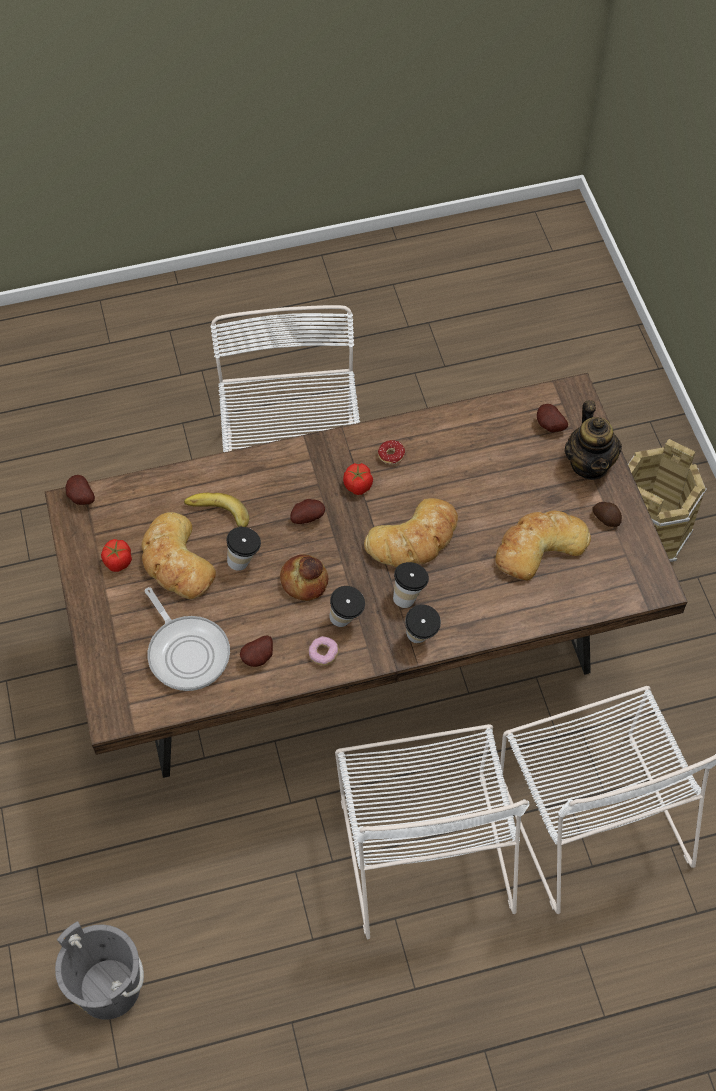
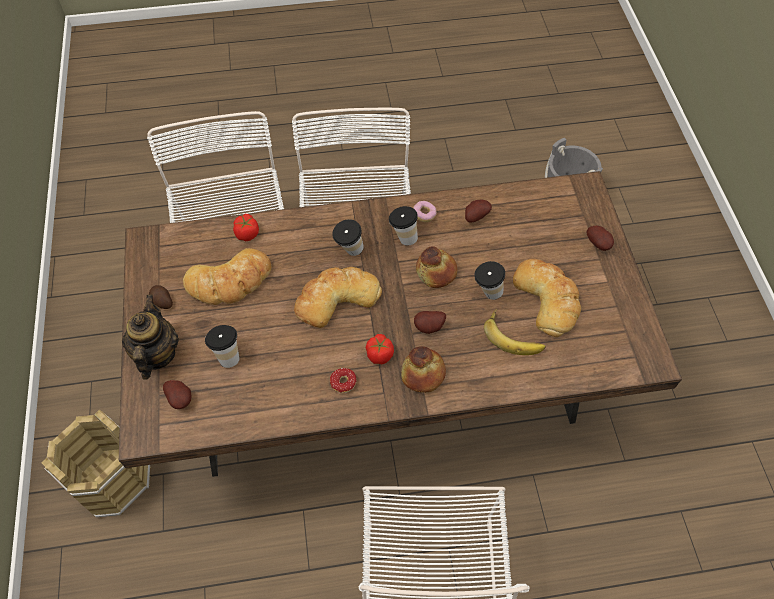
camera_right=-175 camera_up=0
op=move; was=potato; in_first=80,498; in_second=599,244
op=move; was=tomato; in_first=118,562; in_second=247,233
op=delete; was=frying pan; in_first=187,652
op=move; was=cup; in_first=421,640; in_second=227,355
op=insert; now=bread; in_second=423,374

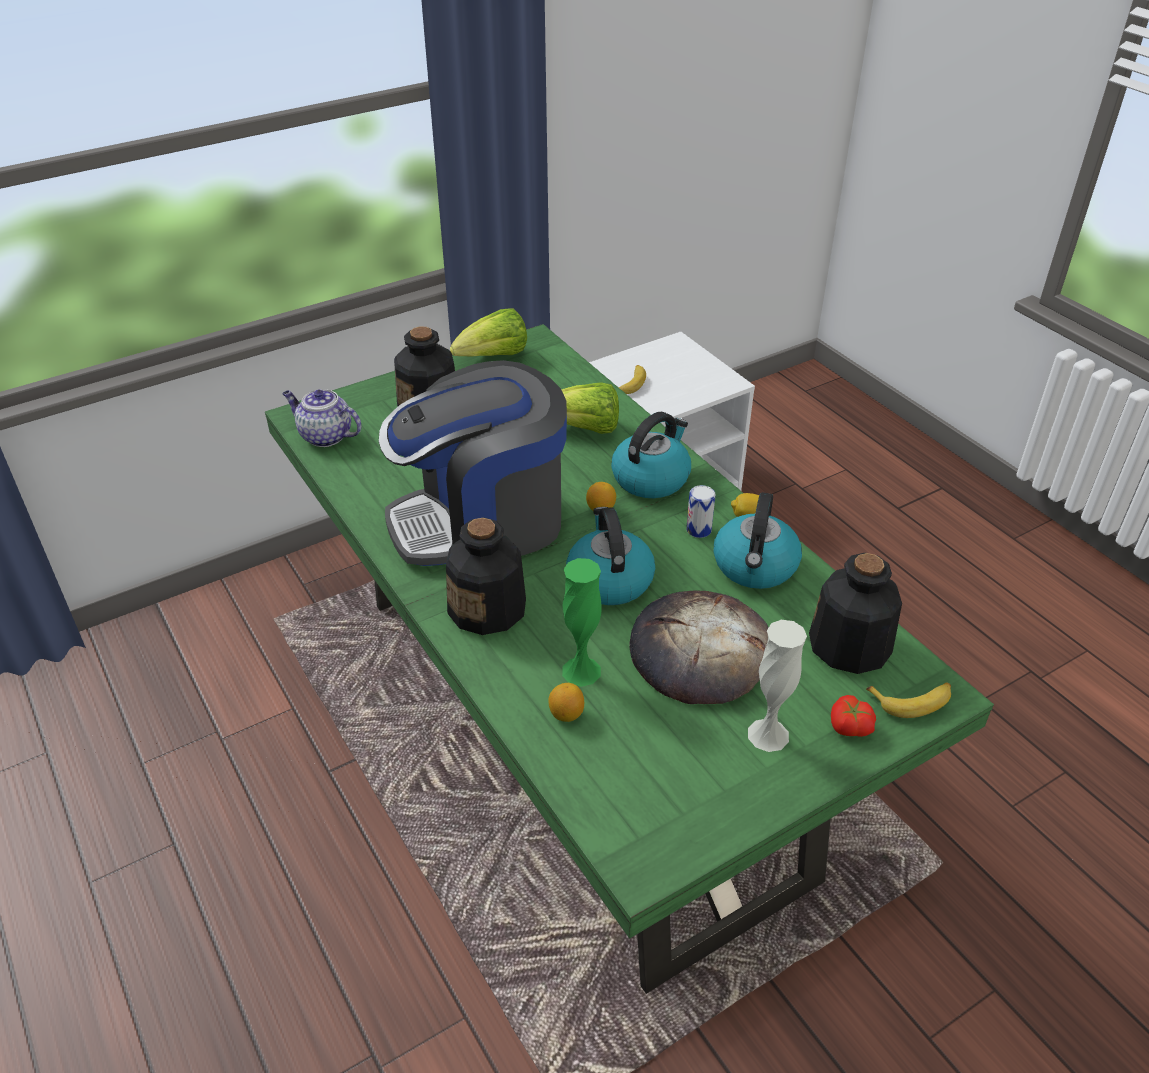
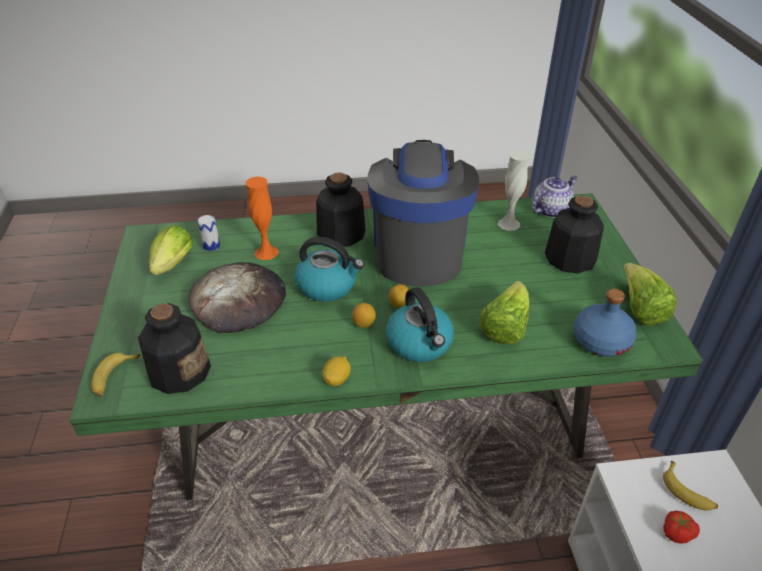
camera_right=115 camera_up=0
op=move; was=can; in_first=698,529; in_second=211,246
op=delete; was=kettle; in_first=755,567
op=recolor; was=green vase; now=orange vase; in_first=581,671; in_second=266,252
op=move; was=white vase; in_first=768,735; in_second=509,224
op=move; was=lemon; in_first=566,714; in_second=364,324
op=move; was=tomato; in_first=849,727; in_second=676,532
op=insert; now=lettuce; in_second=171,267
op=insert; now=blue bottle; in_second=600,340

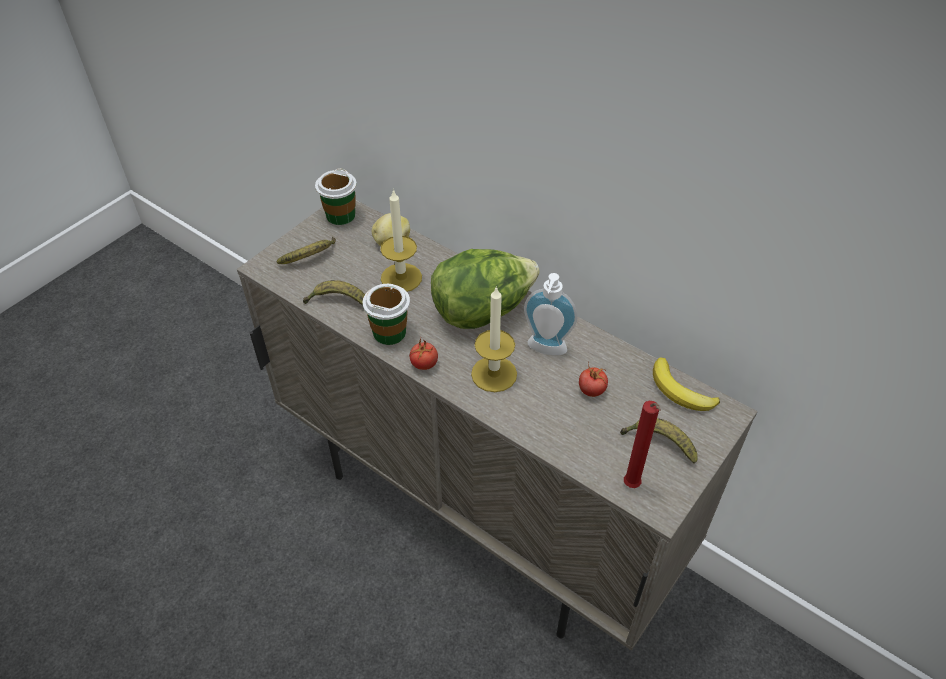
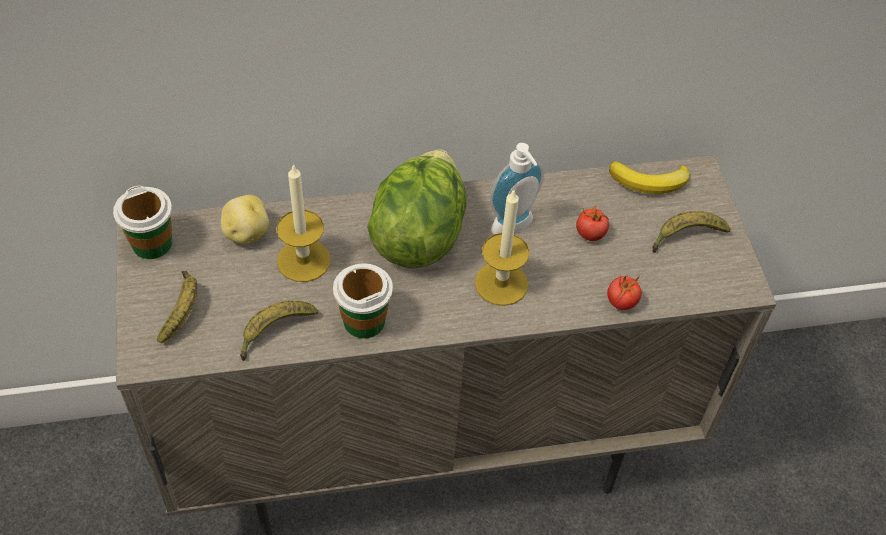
camera_right=-50 camera_up=5
op=move; was=tomato; in_first=424,364; in_second=621,302
op=delete; was=red candle; in_first=632,487

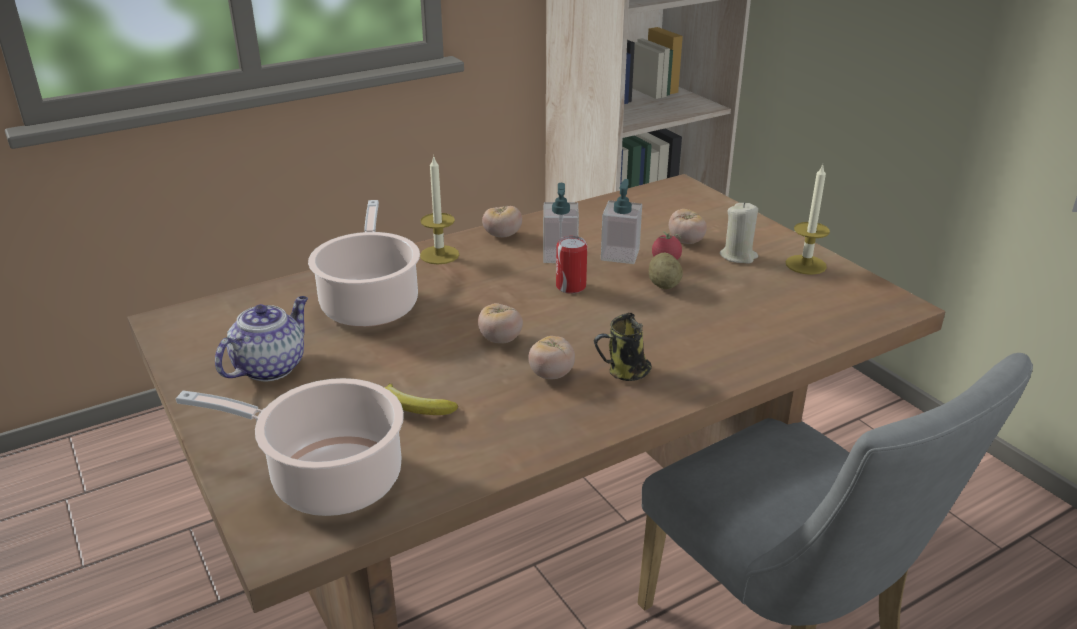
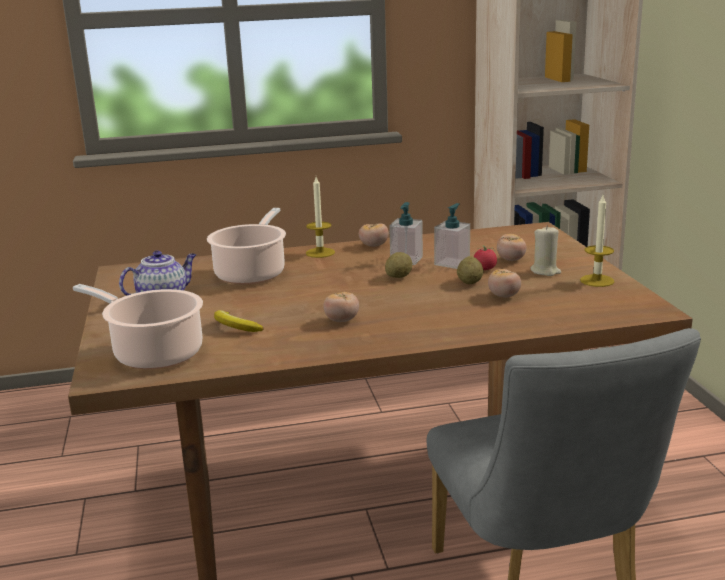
camera_right=20 camera_up=-10
op=replace; was=can; now=potato; in_first=571,286; in_second=398,277
op=move; was=tomato; in_first=500,339; in_second=504,296
op=delete; was=mug; in_first=625,373

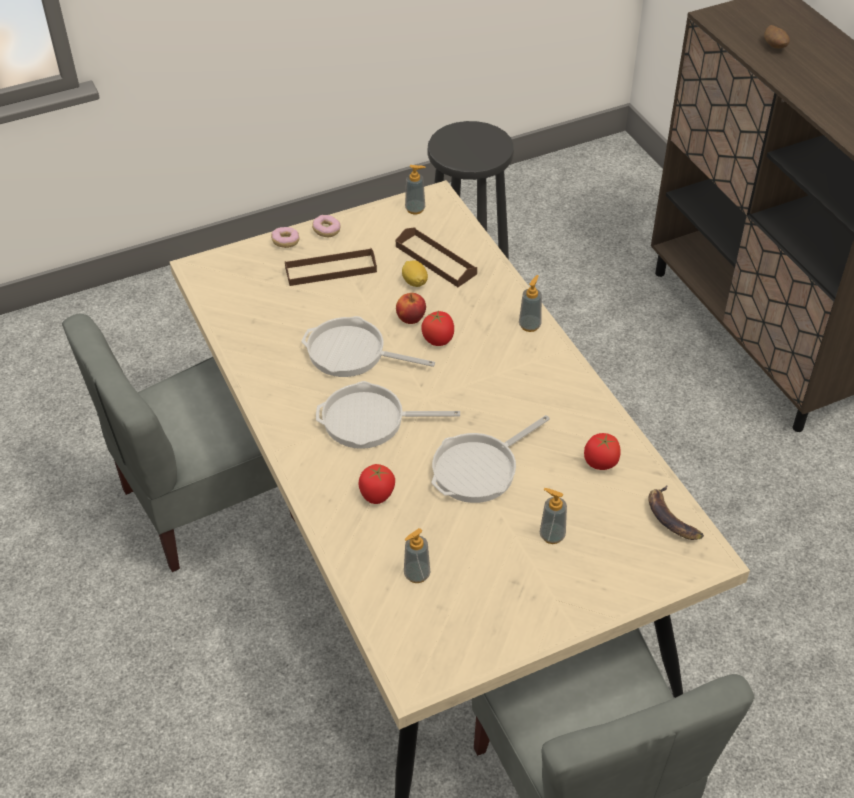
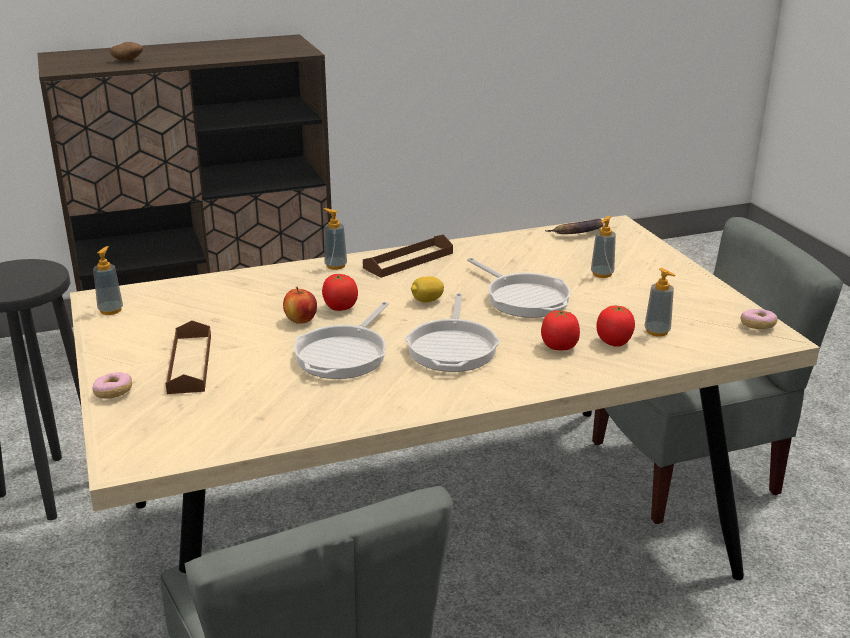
camera_right=-85 camera_up=-20
op=move; was=donut; in_first=326,231; in_second=757,326
op=move; was=brown tray; in_first=435,260; in_second=408,260
op=move; was=lemon; in_first=414,282; in_second=427,301
op=move; was=tomato; in_first=600,463; in_second=614,342

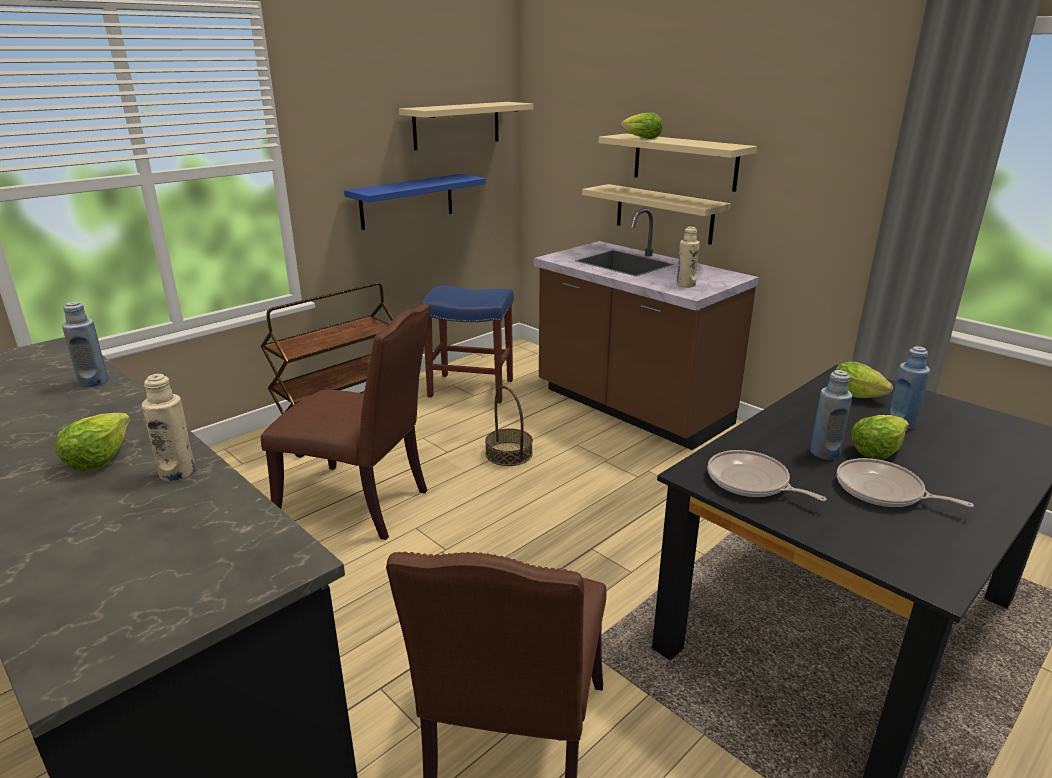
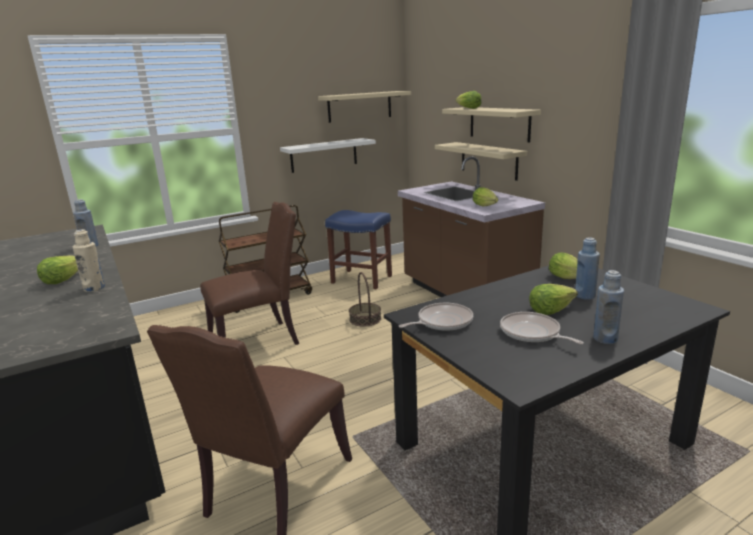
camera_right=15 camera_up=-5
op=recolor; was=blue shelf; now=white shelf; in_first=407,201; in_second=324,155
op=replace; was=beige bottle; now=lettuce; in_first=685,285; in_second=486,206
op=rotate; was=brown chair; in_first=360,504; in_second=258,341; clockwise=-60
op=move; was=blue bottle; in_first=824,452; in_second=605,338
op=rotate; was=frying pan; in_first=751,482; in_second=442,322; clockwise=90

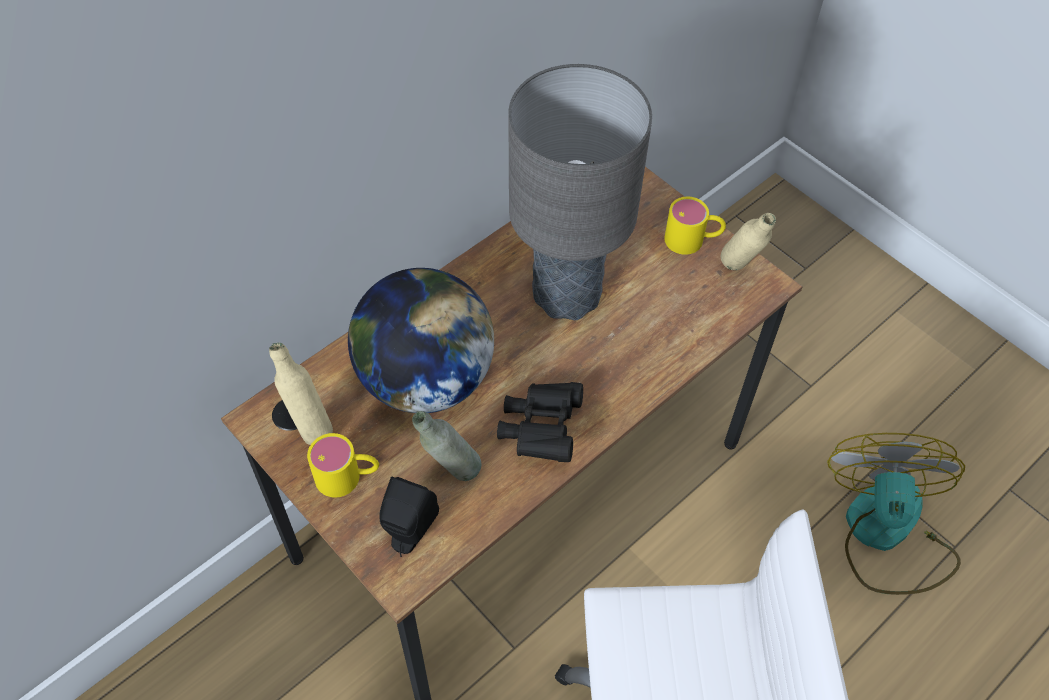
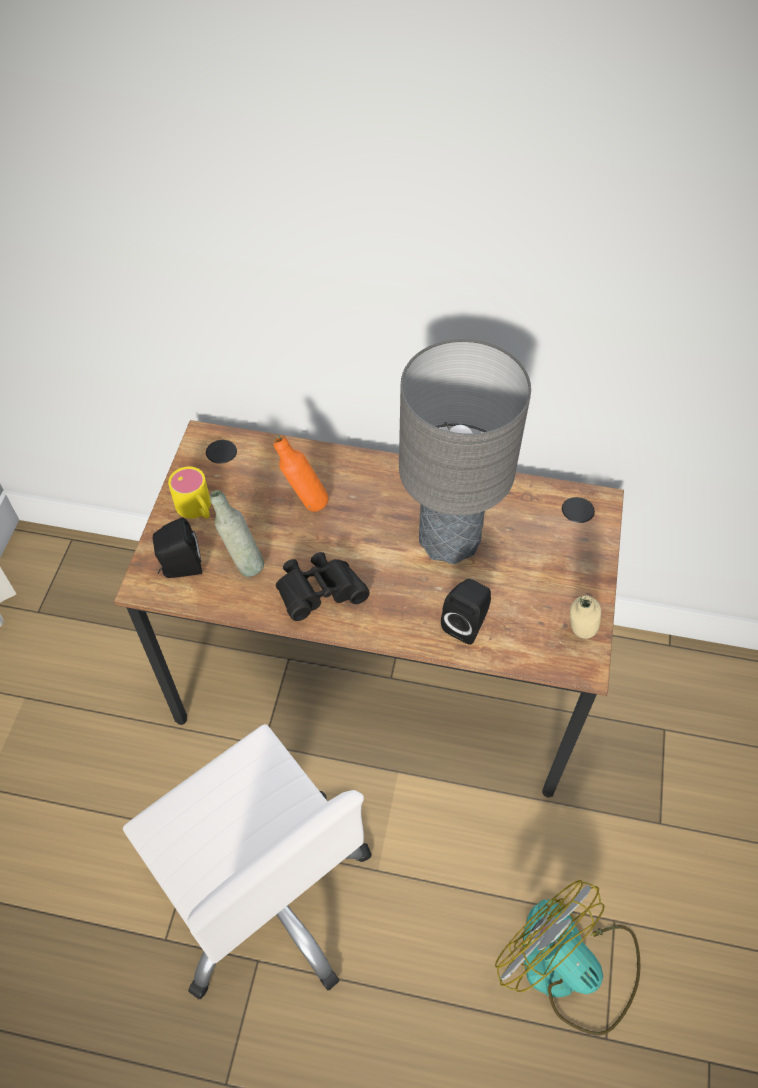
camera_right=55 camera_up=0
op=delete; was=yellow mug; in_first=693,240
op=replace; was=globe; now=orange bottle; in_first=425,379; in_second=304,503
op=delete; was=beige bottle; in_first=309,427
op=rotate; was=fan; in_first=885,534; in_second=569,967; clockwise=-105
op=insert; now=black speaker; in_second=466,623

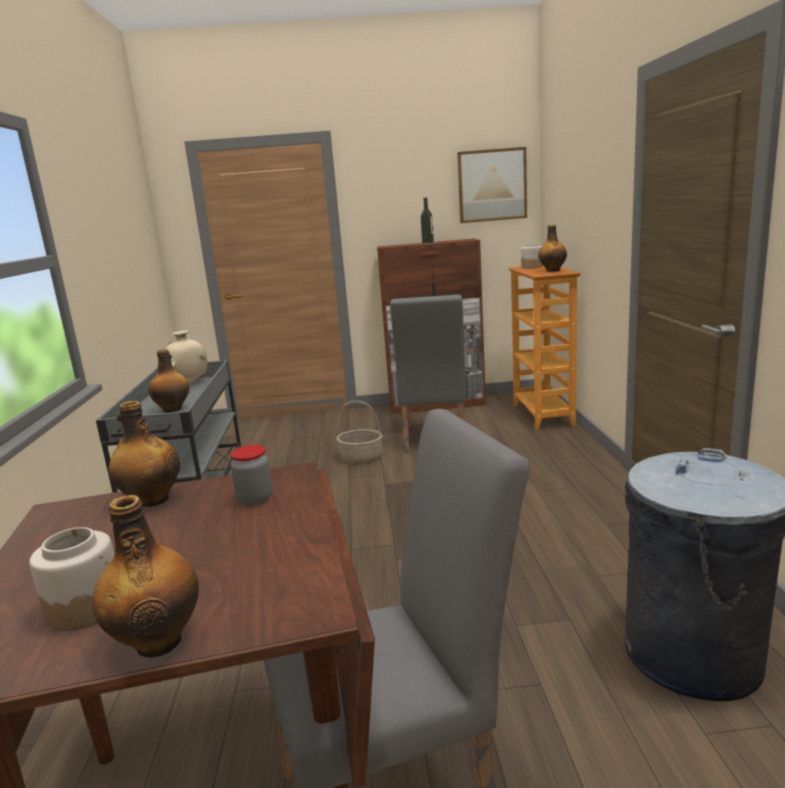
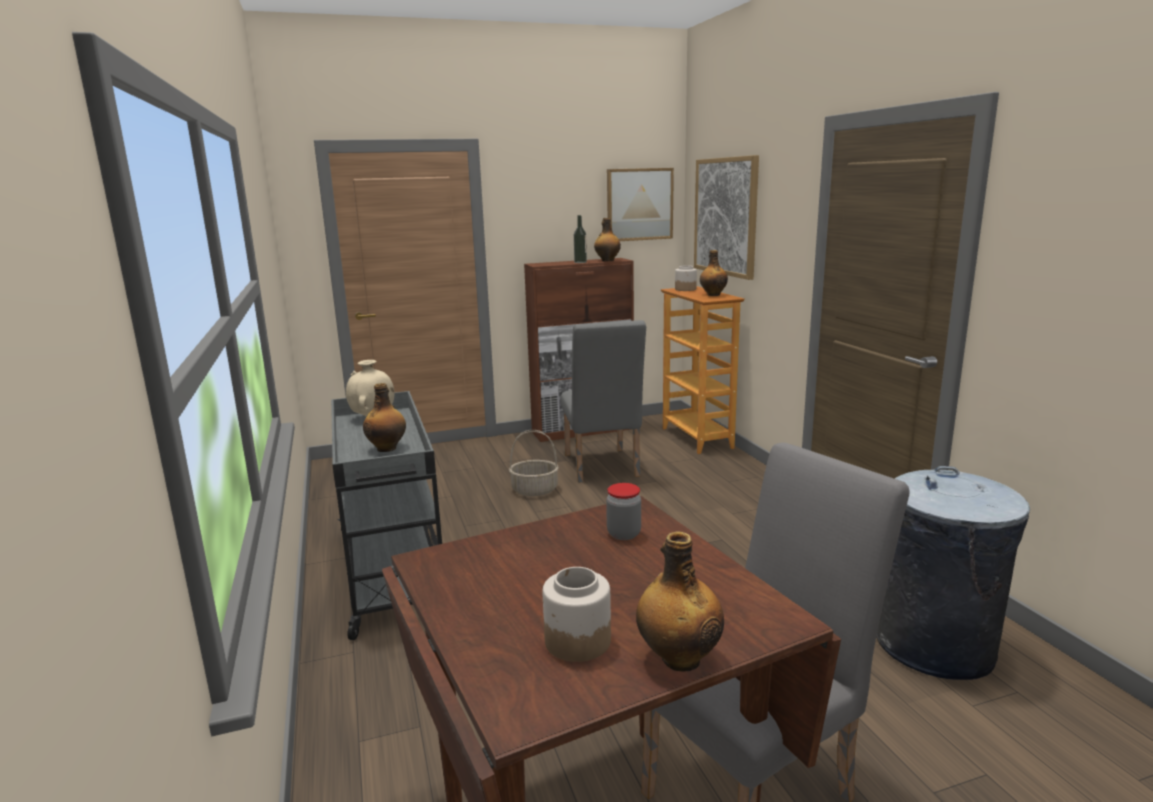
camera_right=-15 camera_up=0
op=move; was=bottle; in_first=151,500; in_second=607,260
op=insert; now=picture; in_second=725,216

